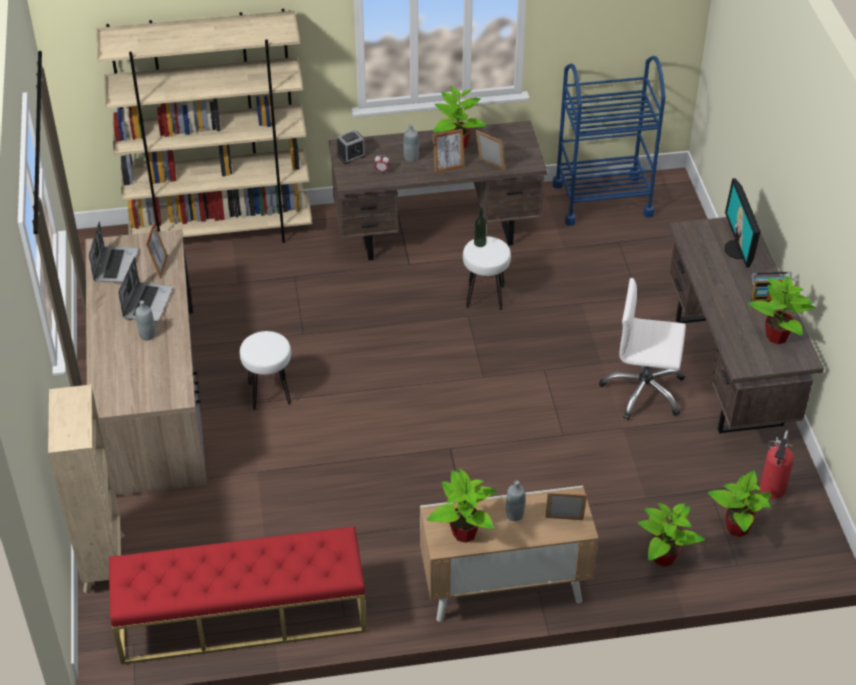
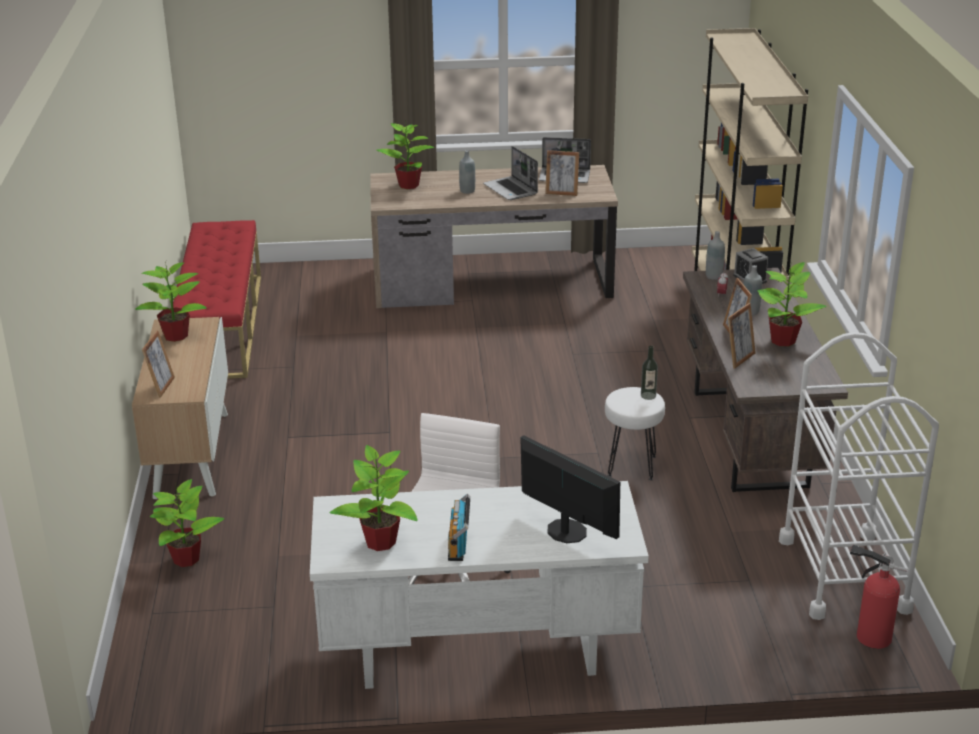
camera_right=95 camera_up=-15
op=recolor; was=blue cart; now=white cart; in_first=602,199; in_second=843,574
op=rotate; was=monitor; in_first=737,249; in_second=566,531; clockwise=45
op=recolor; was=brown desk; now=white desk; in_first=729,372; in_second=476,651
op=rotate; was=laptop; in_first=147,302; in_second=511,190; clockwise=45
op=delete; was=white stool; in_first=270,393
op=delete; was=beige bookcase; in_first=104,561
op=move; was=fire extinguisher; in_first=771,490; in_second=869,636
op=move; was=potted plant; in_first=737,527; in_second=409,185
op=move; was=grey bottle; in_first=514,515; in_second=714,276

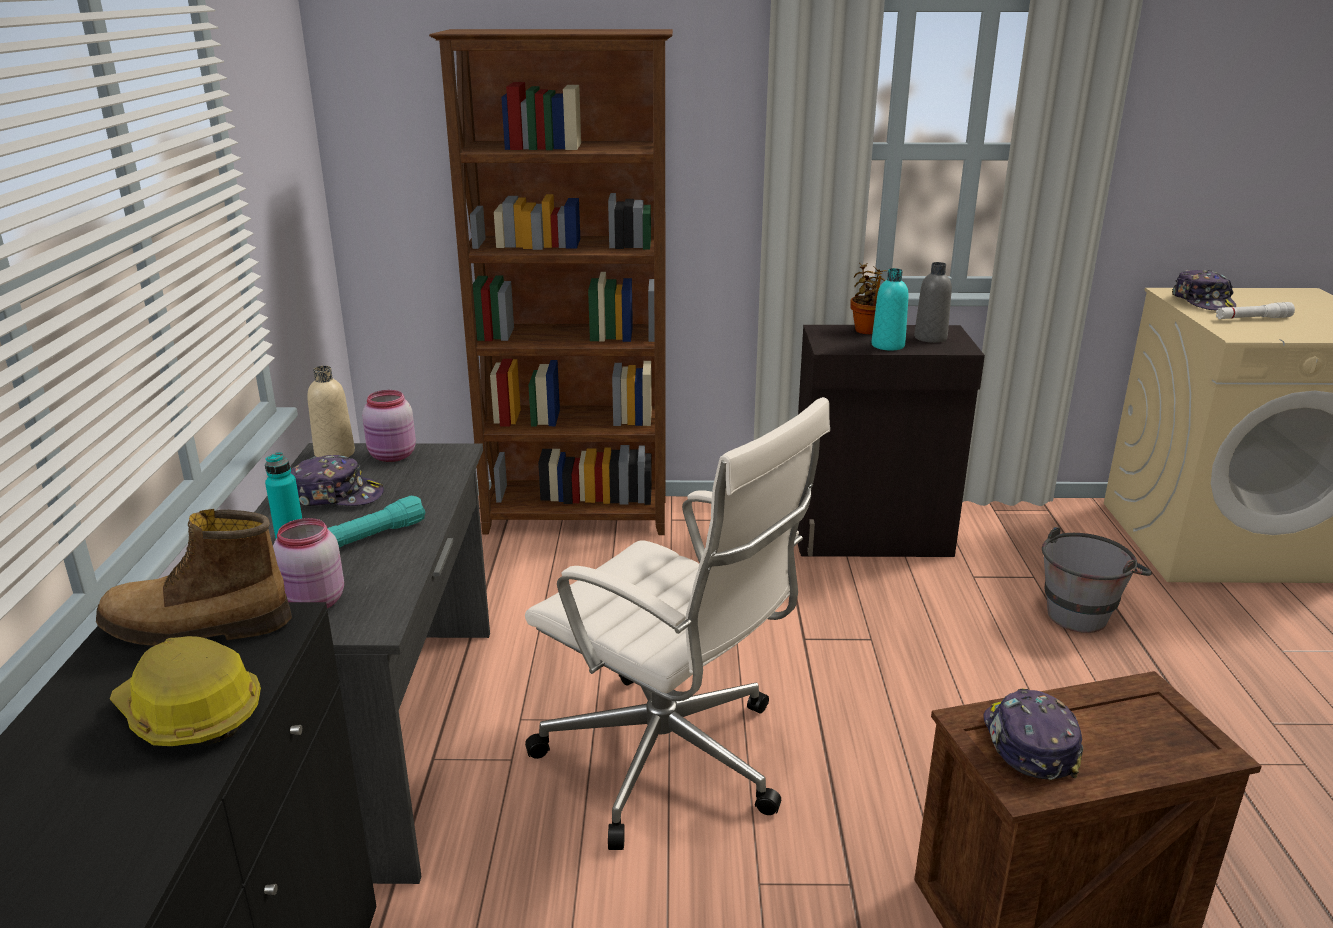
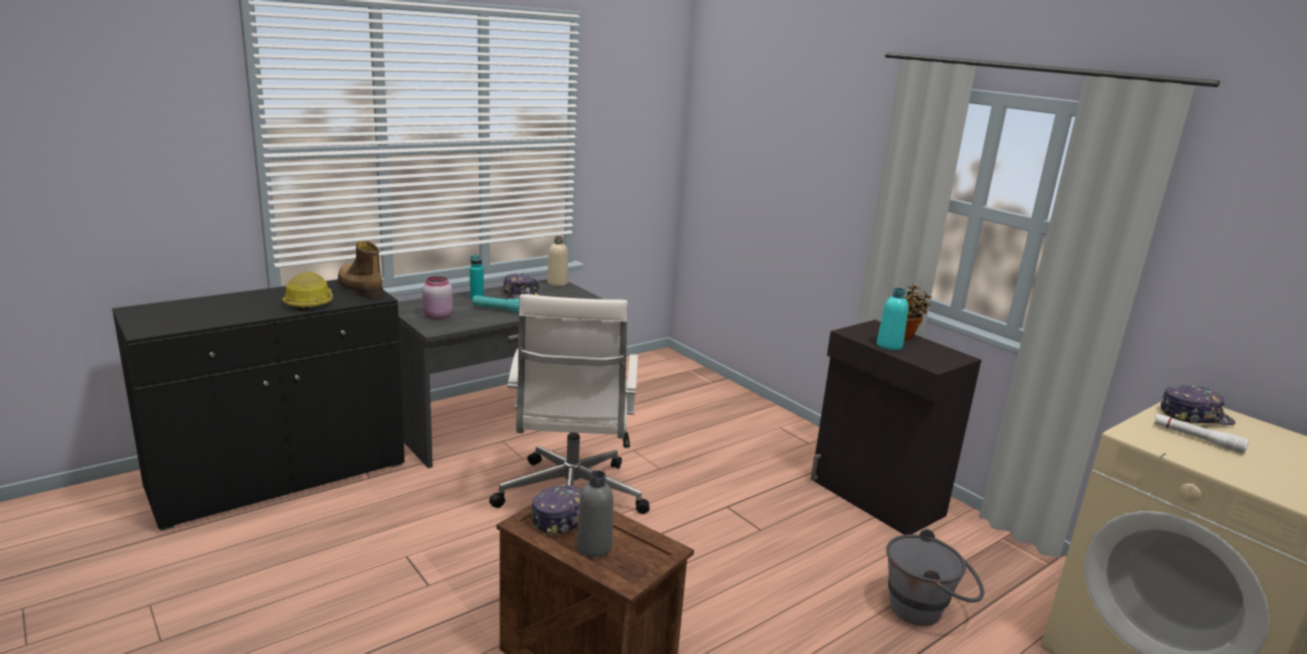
camera_right=50 camera_up=-5
op=delete; was=brown bookcase; in_first=578,518
op=move; was=grey bottle; in_first=930,338; in_second=594,547
op=rotate; was=cap; in_first=1203,302; in_second=1194,416; clockwise=-135
op=delete; was=pink jar; in_first=393,456

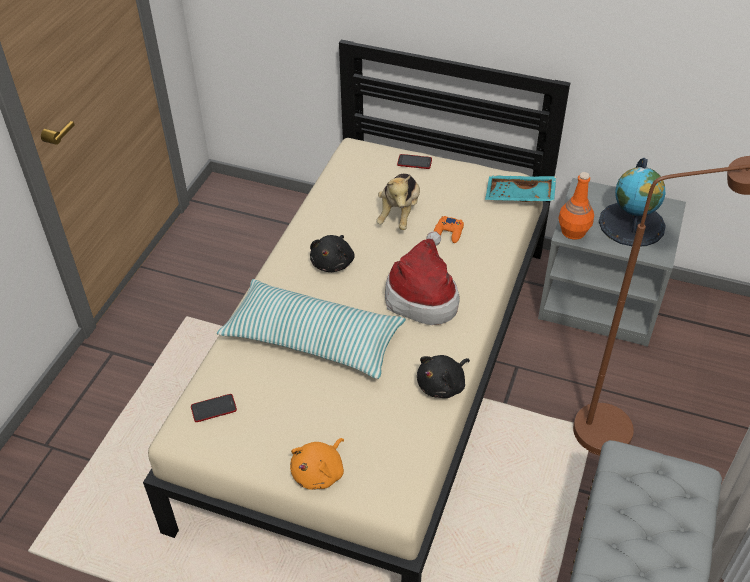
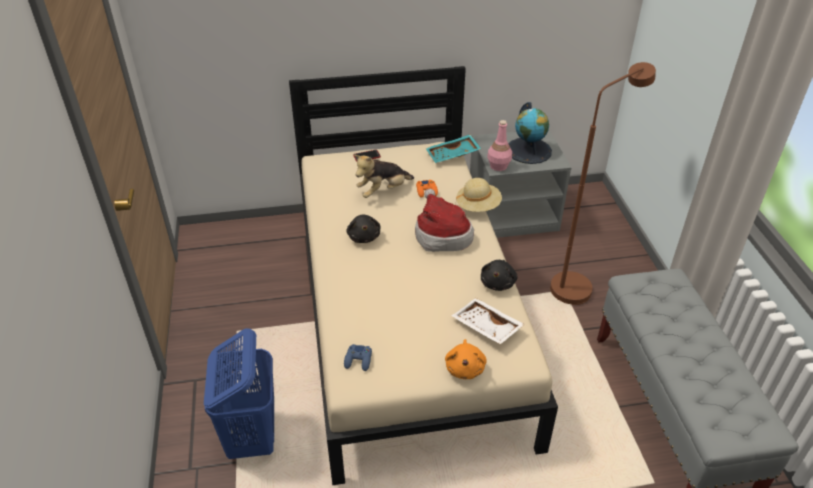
camera_right=-30 camera_up=-5
op=recolor; was=orange bottle; now=pink bottle; in_first=573,232; in_second=498,166
op=rotate; was=plush toy; in_first=399,213; in_second=383,191; clockwise=75
op=delete; was=pillow; in_first=313,339
op=replace; was=phone; now=blue game controller; in_first=213,408; in_second=358,360
op=insert; now=beige hat; in_second=478,206
op=insert; now=white tray; in_second=485,327
op=insert; now=blue laundry basket; in_second=252,436

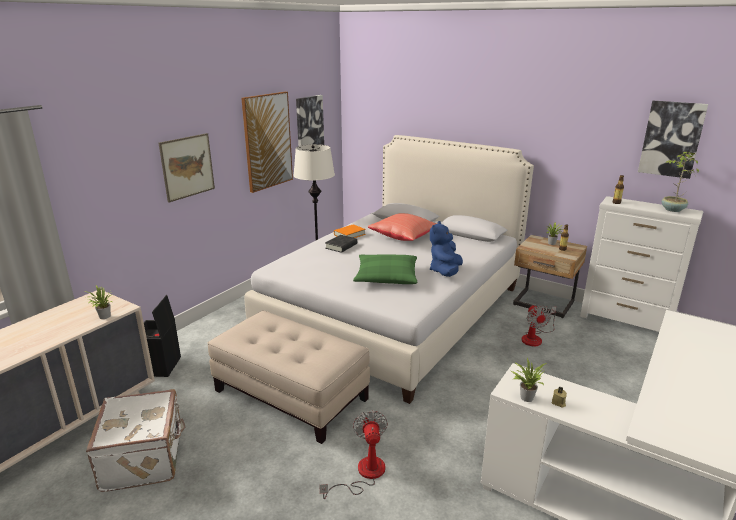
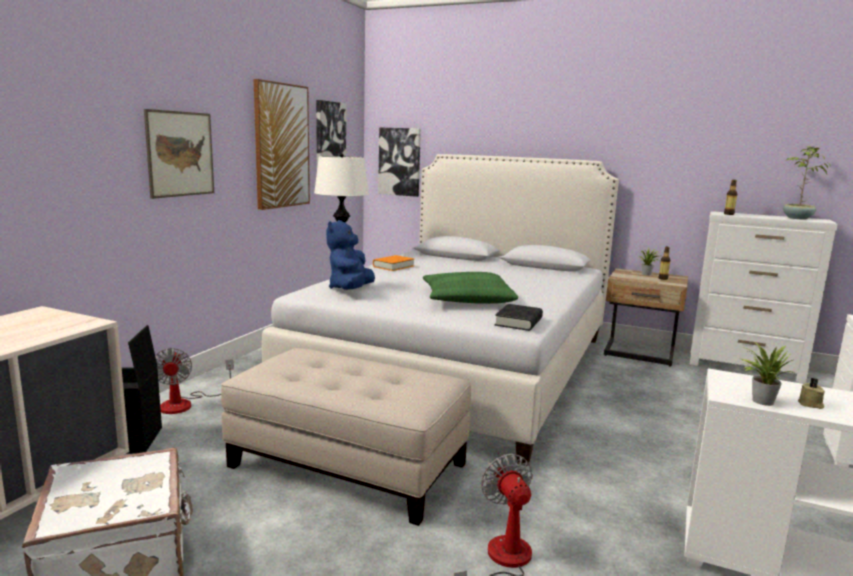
camera_right=-10 camera_up=-10
op=move; was=picture; in_first=671,139; in_second=399,161
op=delete; was=red pillow; in_first=404,237
op=move; was=blue plush toy; in_first=445,271; in_second=350,289
op=move; was=black book; in_first=341,246; in_second=518,322
op=delete; was=potted plant; in_first=103,317
op=move; was=fan; in_first=535,338; in_second=186,403

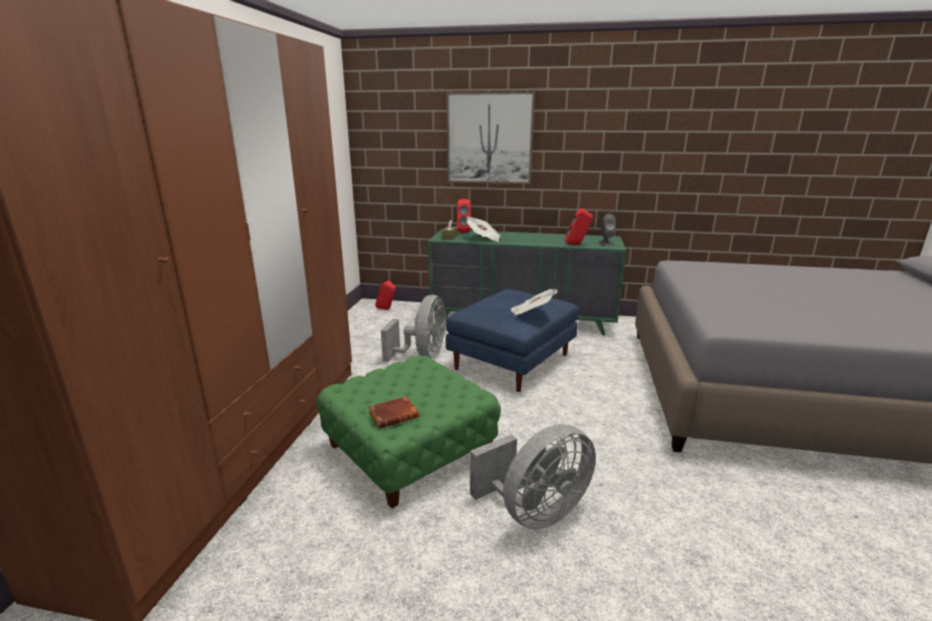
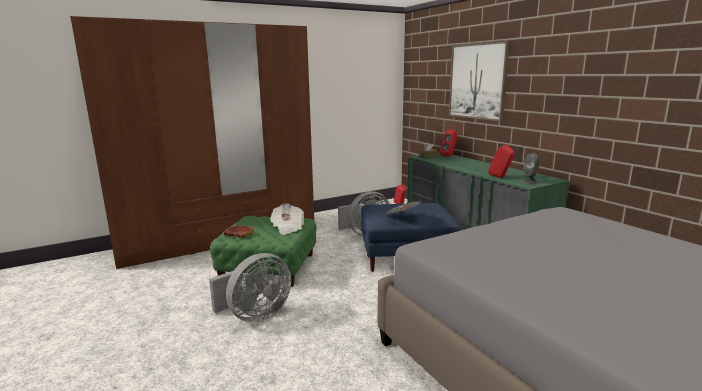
camera_right=50 camera_up=-5
op=move; was=newspaper; in_first=483,239; in_second=287,228
op=rotate; was=grey fan; in_first=535,512; in_second=255,315; clockwise=-60

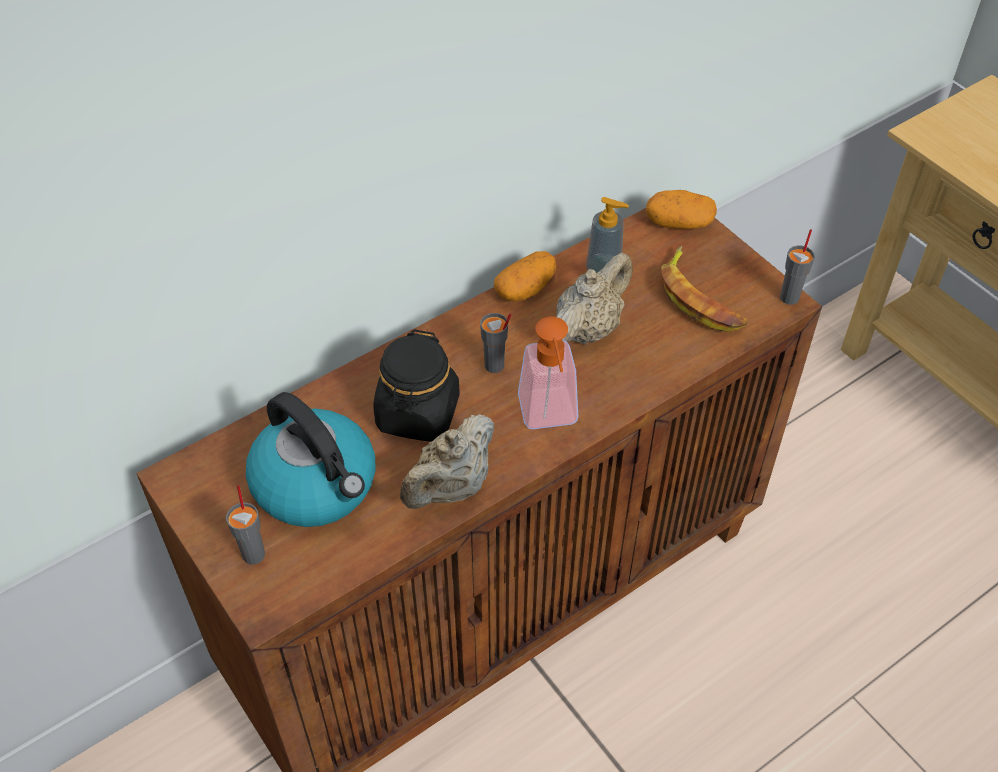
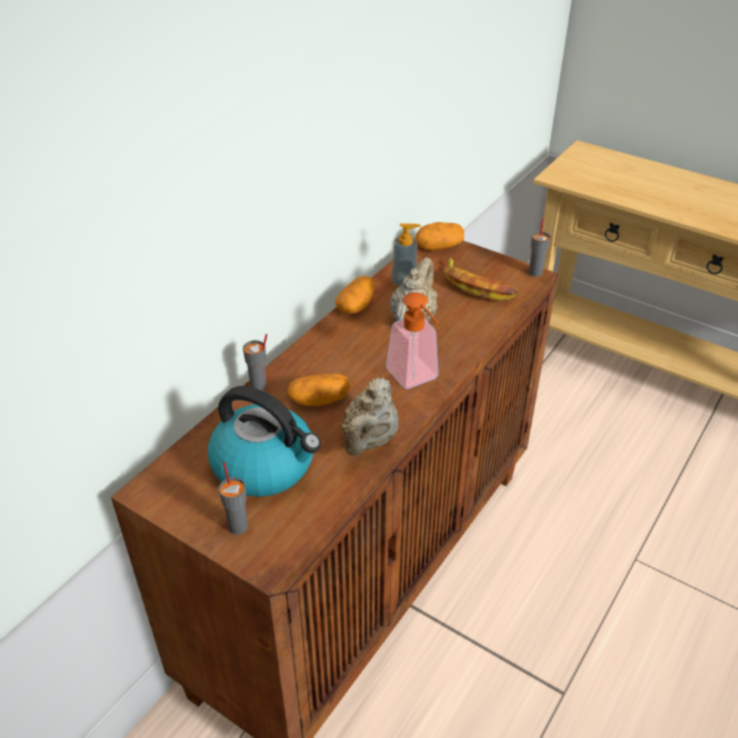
camera_right=-20 camera_up=-10
op=move; was=grey cup; in_first=494,366; in_second=259,386
op=replace; was=black jar; now=potato; in_first=418,414; in_second=319,400

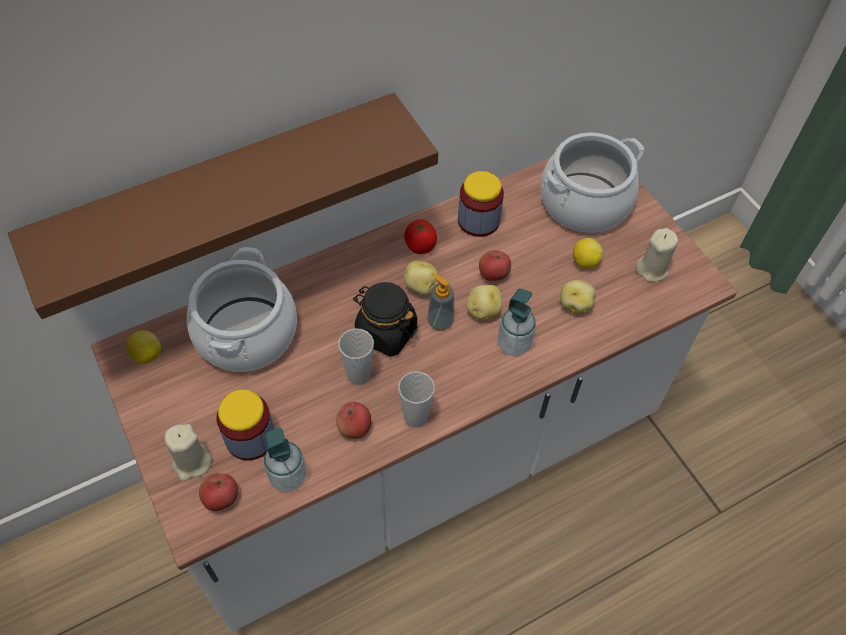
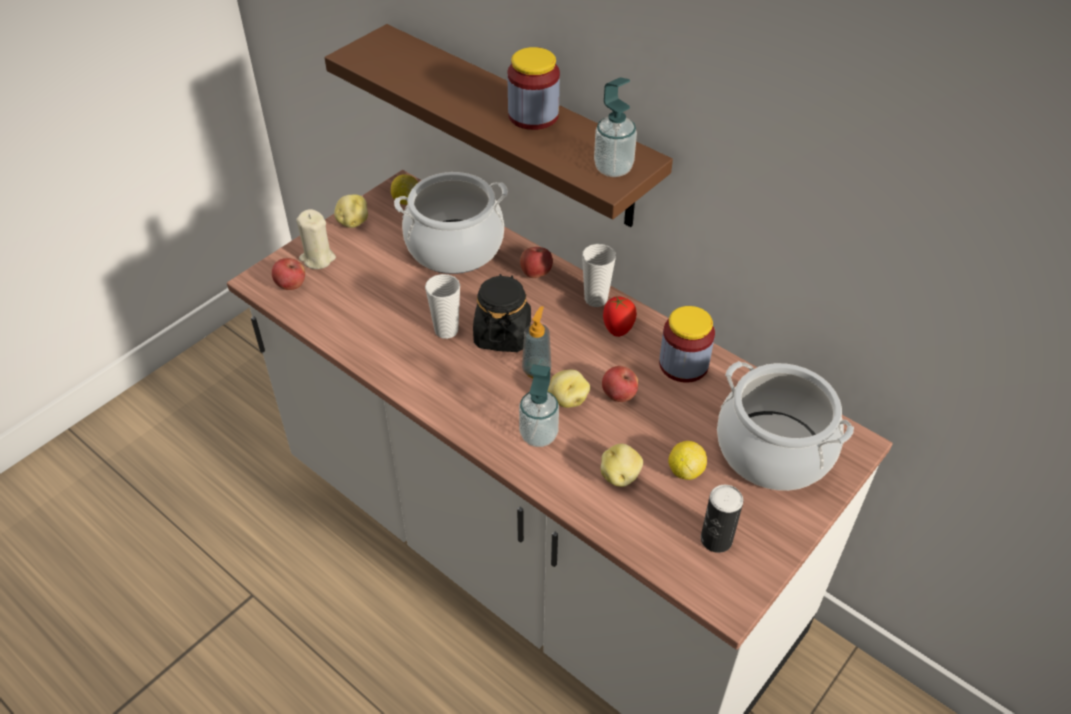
camera_right=70 camera_up=-10
op=replace; was=beige candle; now=can; in_first=652,269; in_second=716,539
op=move; was=potato; in_first=421,287; in_second=353,222
op=move; was=cup; in_first=415,417; in_second=596,299
op=move; was=jar; in_first=250,437; in_second=533,116
op=move; was=apple; in_first=354,428; in_second=536,273
op=move; was=soap dispenser; in_first=288,477; in_second=613,168

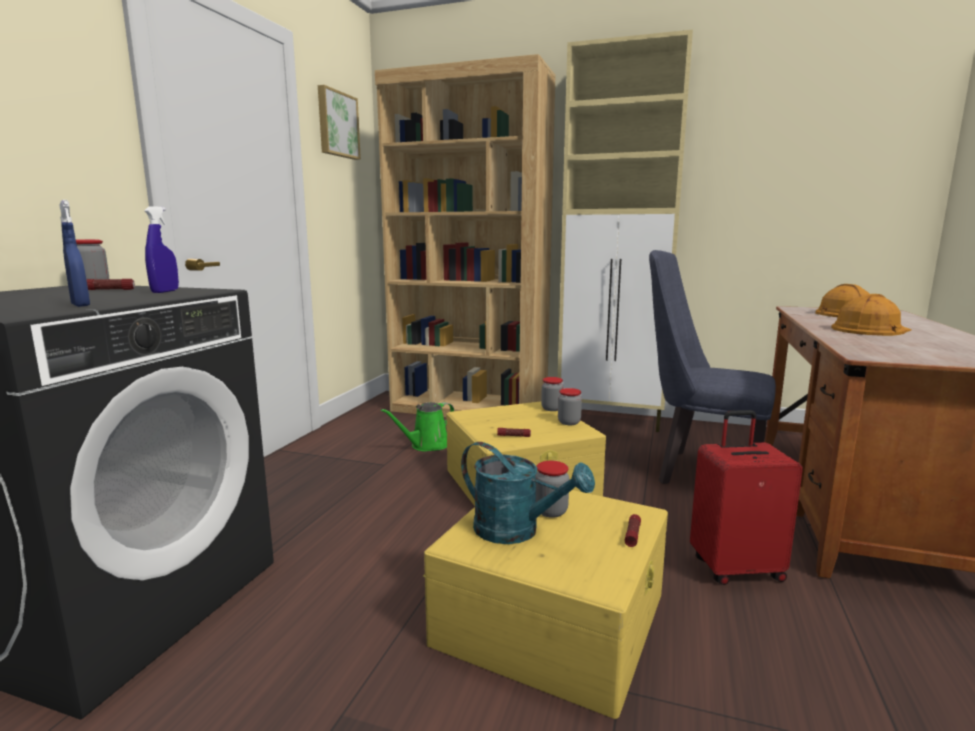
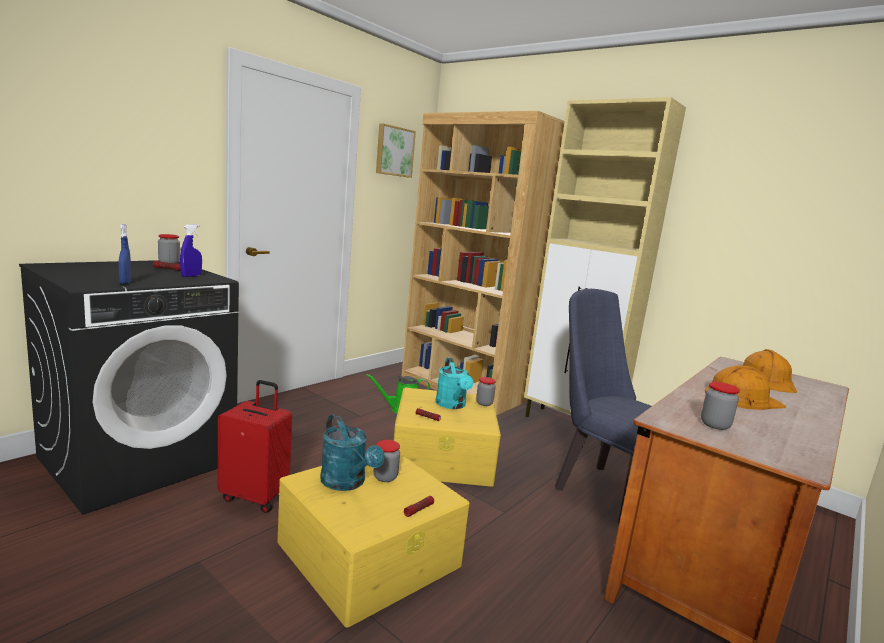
camera_right=20 camera_up=0
op=move; was=jar; in_first=569,422; in_second=715,425
op=move; was=red suitcase; in_first=735,568; in_second=256,496
op=insert; now=turquoise watering can; in_second=452,405

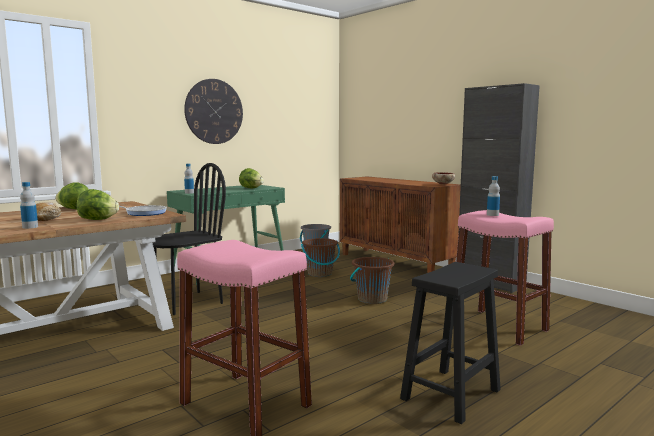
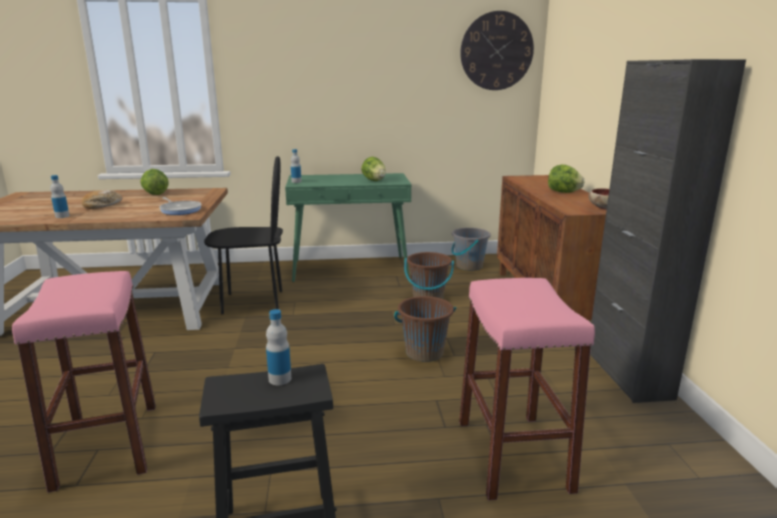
camera_right=35 camera_up=10
op=move; was=wall clock; in_first=214,111; in_second=496,51
op=move; was=bottle; in_first=492,215; in_second=280,379
op=move; was=lettuce; in_first=97,219; in_second=563,192

